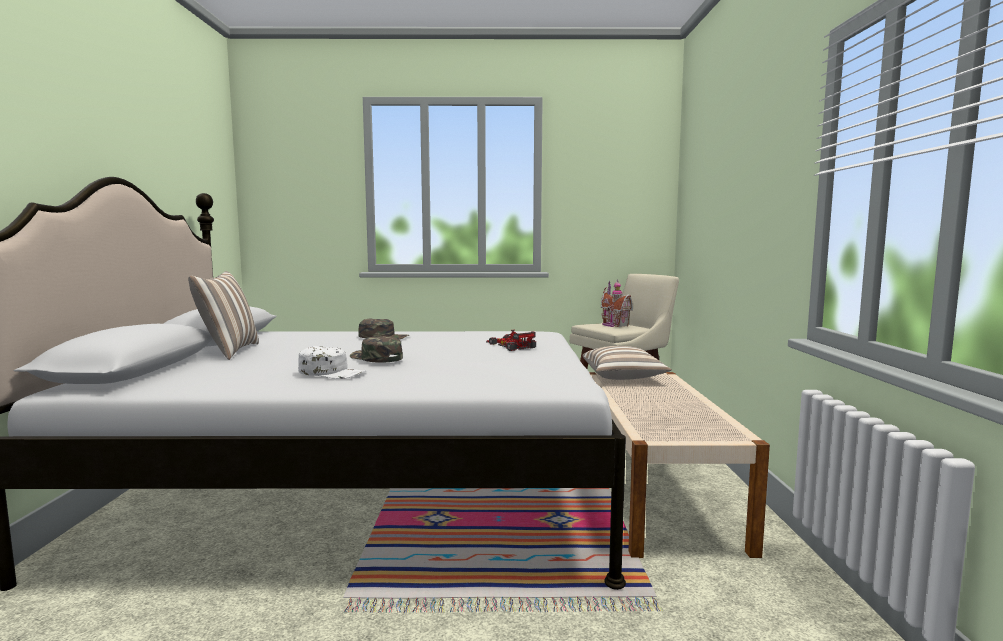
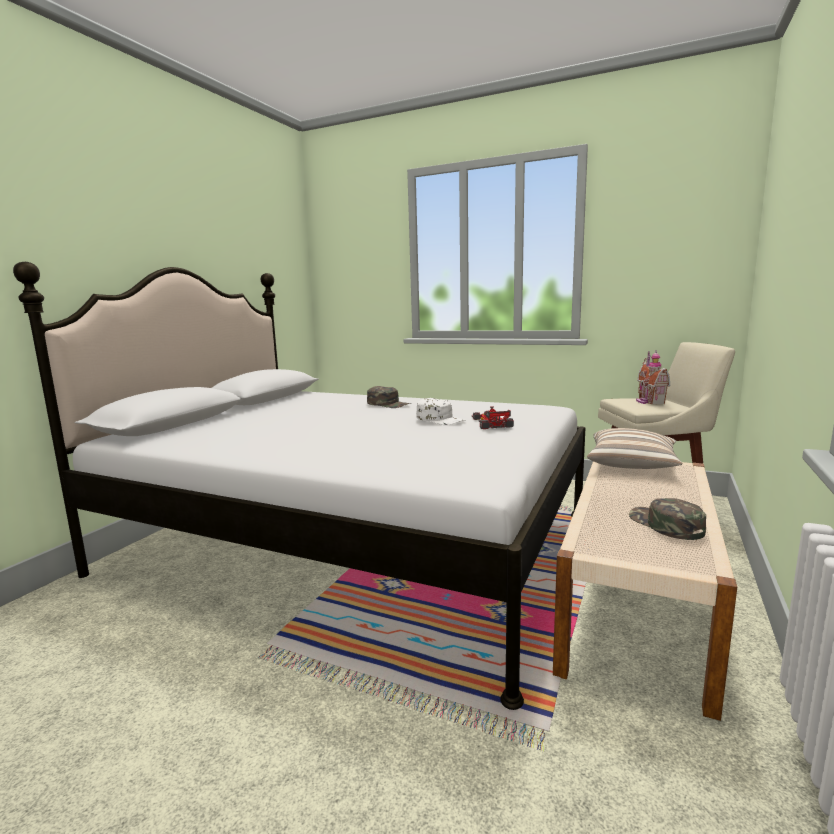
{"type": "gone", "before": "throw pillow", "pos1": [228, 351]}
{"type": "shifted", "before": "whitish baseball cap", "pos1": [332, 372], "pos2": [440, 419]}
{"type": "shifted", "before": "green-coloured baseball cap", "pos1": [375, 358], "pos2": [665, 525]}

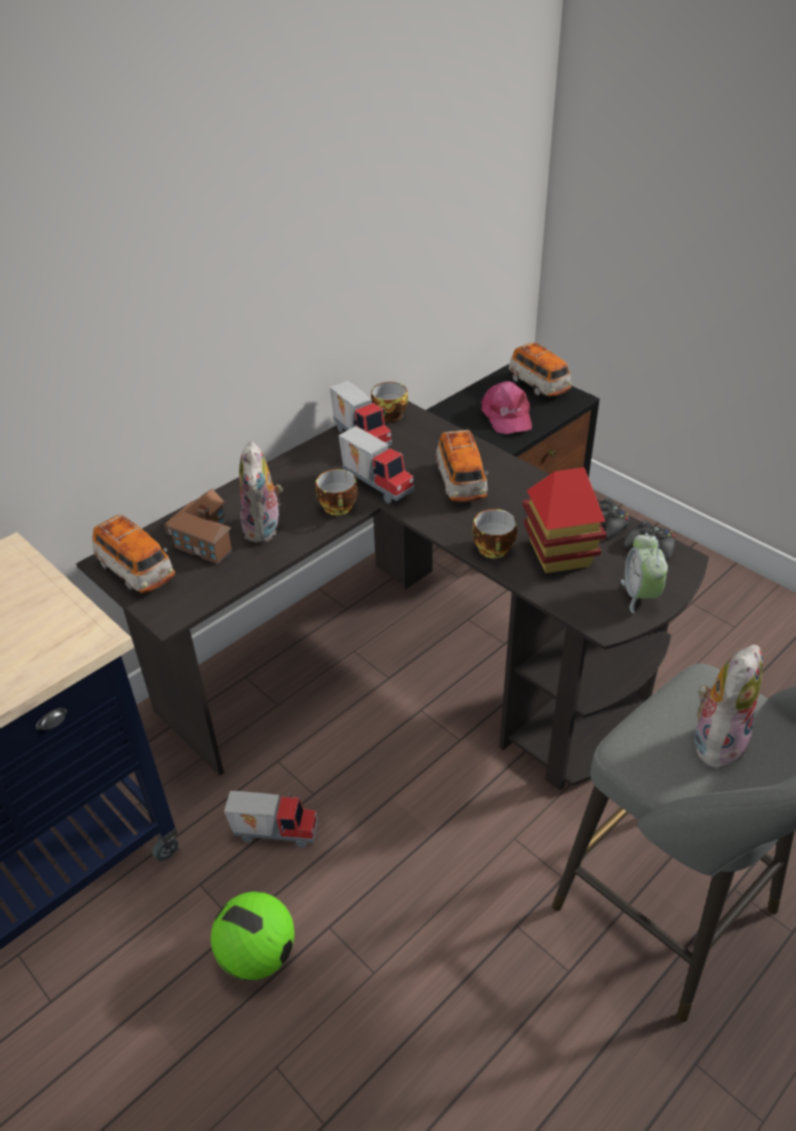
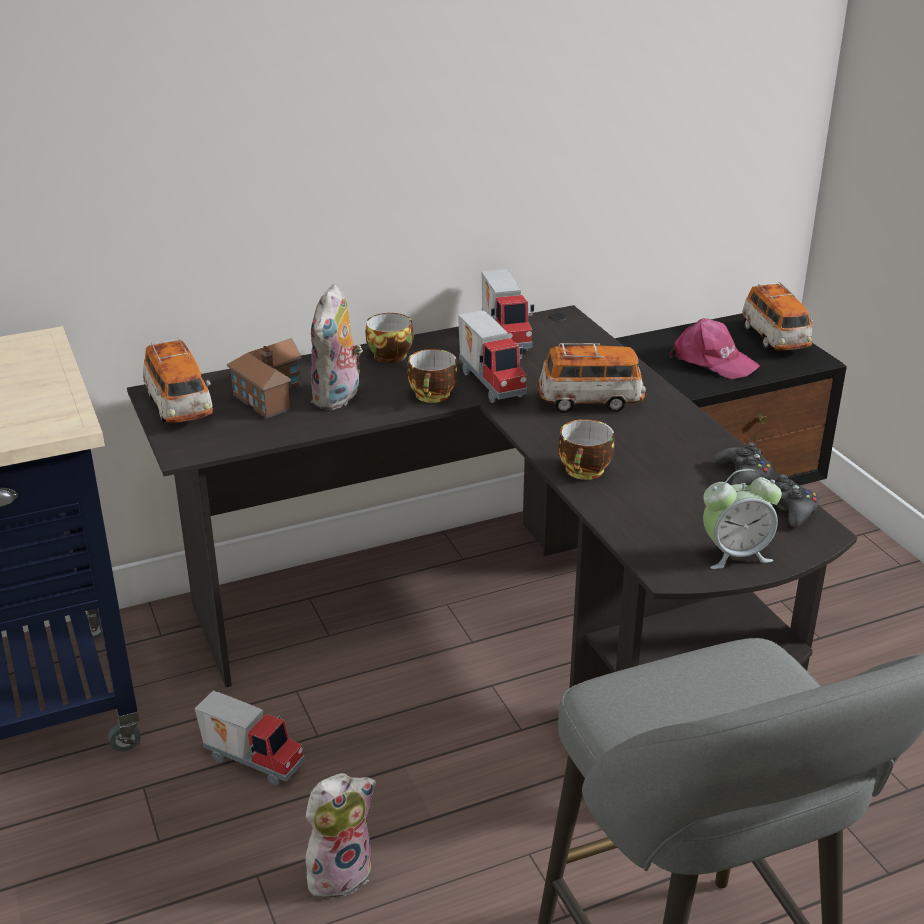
{"type": "gone", "before": "football ball", "pos1": [257, 954]}
{"type": "shifted", "before": "small cup", "pos1": [389, 414], "pos2": [390, 354]}
{"type": "rotated", "before": "model car", "pos1": [461, 483], "pos2": [590, 401], "turn": -105}
{"type": "rotated", "before": "pinkish baseball cap", "pos1": [506, 416], "pos2": [712, 361], "turn": -60}
{"type": "gone", "before": "toy house", "pos1": [559, 553]}
{"type": "rotated", "before": "bedside clock", "pos1": [640, 595], "pos2": [735, 554], "turn": -120}
{"type": "shifted", "before": "soft toy", "pos1": [716, 739], "pos2": [339, 872]}

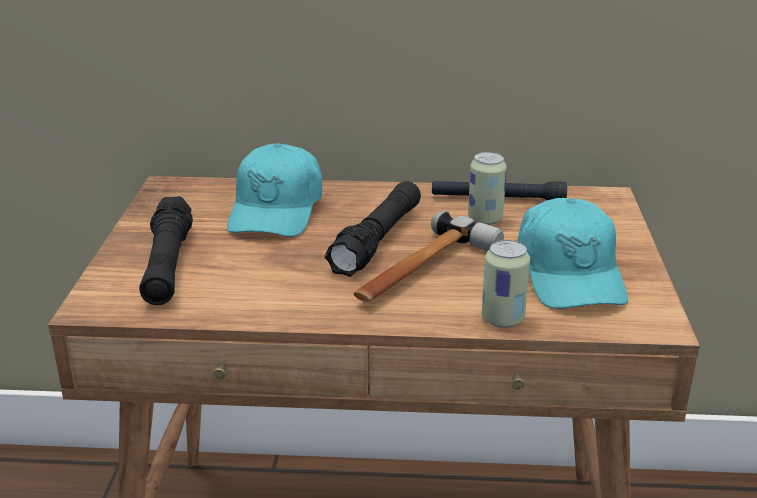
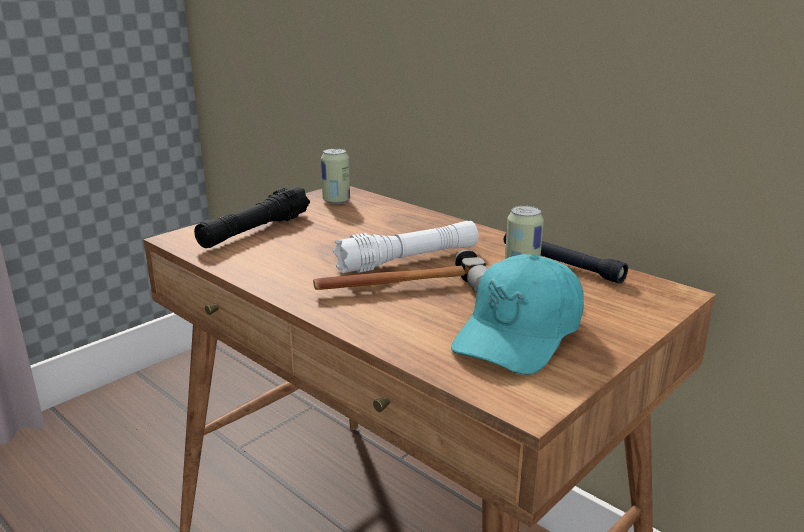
{"type": "gone", "before": "turquoise-coloured baseball cap", "pos1": [277, 210]}
{"type": "repainted", "before": "black-coloured torch", "after": "whitish torch", "pos1": [377, 240], "pos2": [408, 260]}
{"type": "shifted", "before": "metal can", "pos1": [502, 319], "pos2": [336, 201]}

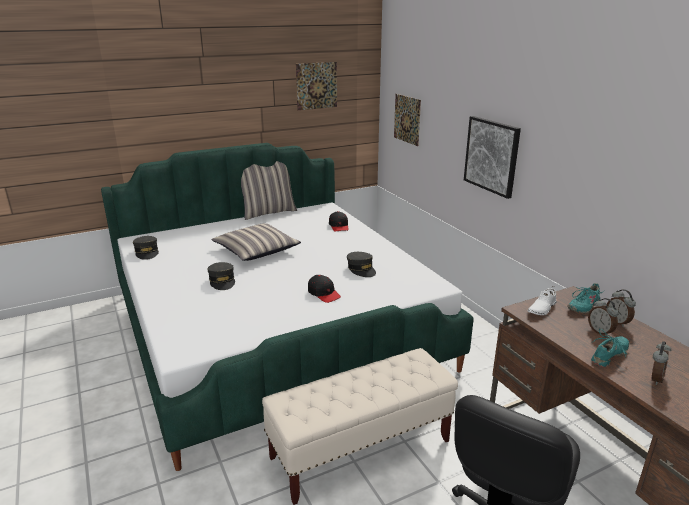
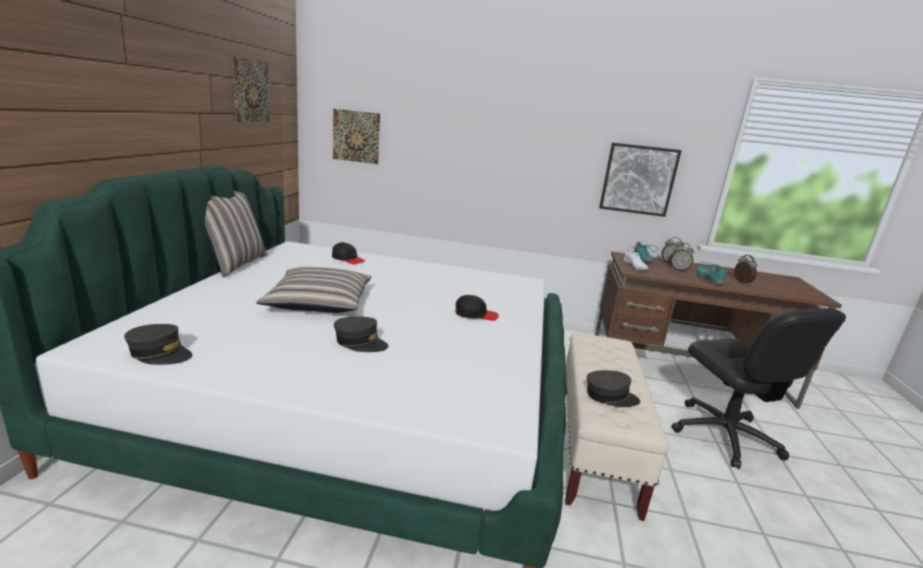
{"type": "shifted", "before": "gray baseball cap", "pos1": [361, 269], "pos2": [610, 396]}
{"type": "shifted", "before": "picture", "pos1": [492, 156], "pos2": [638, 179]}

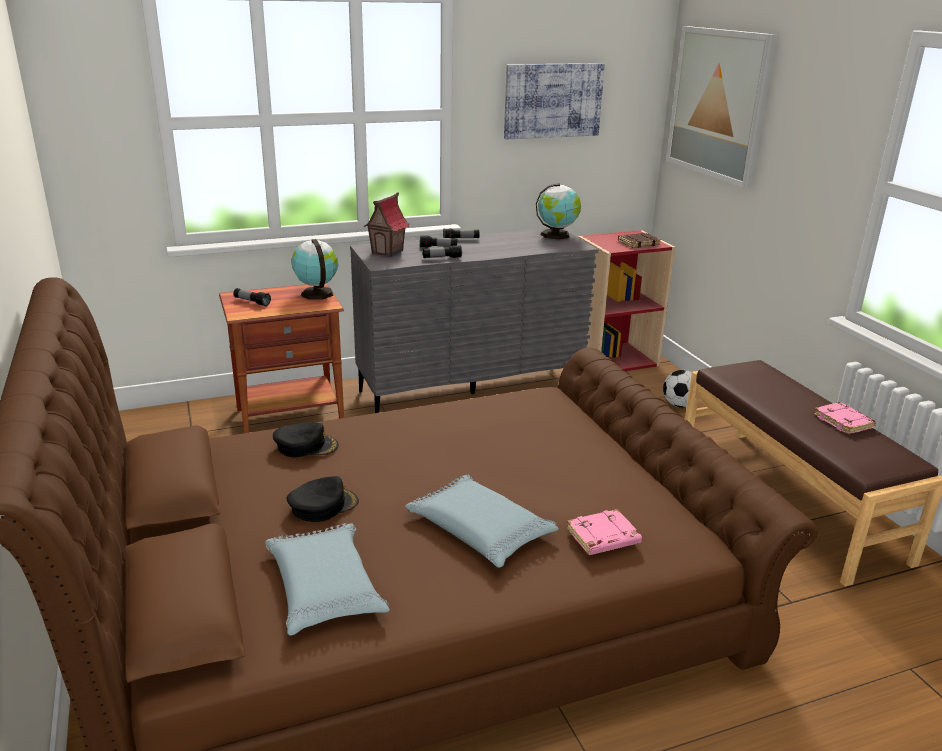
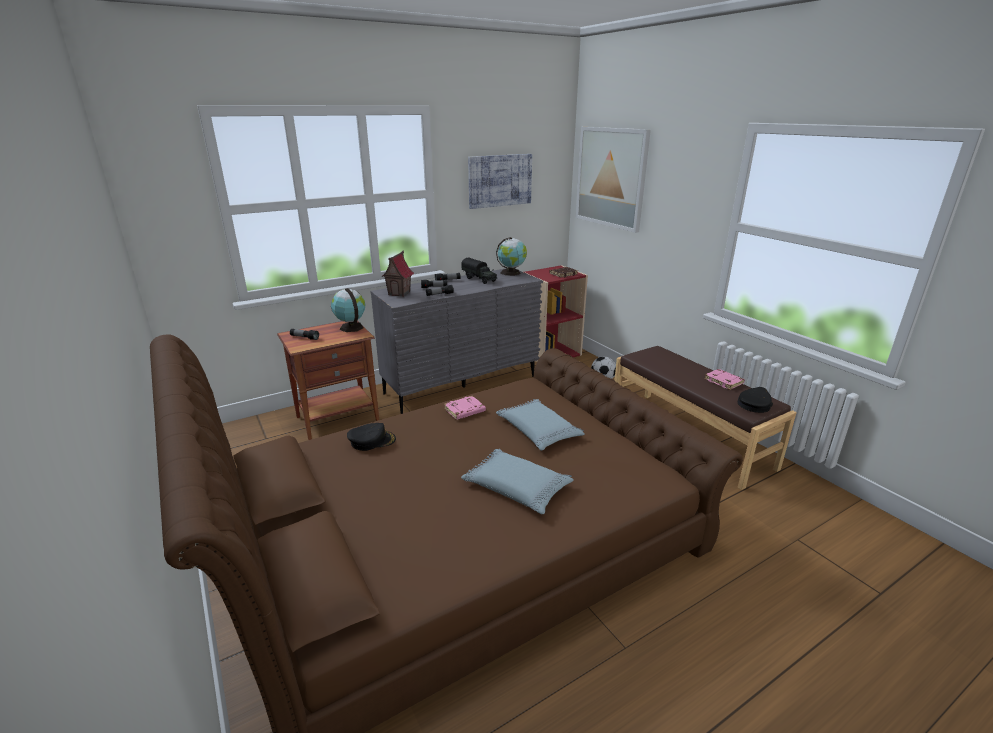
{"type": "shifted", "before": "blue throw pillow", "pos1": [324, 584], "pos2": [538, 428]}
{"type": "shifted", "before": "black-coloured baseball cap", "pos1": [323, 505], "pos2": [754, 404]}
{"type": "shifted", "before": "pinkish book", "pos1": [603, 538], "pos2": [464, 411]}
{"type": "new", "after": "model truck", "pos2": [479, 279]}

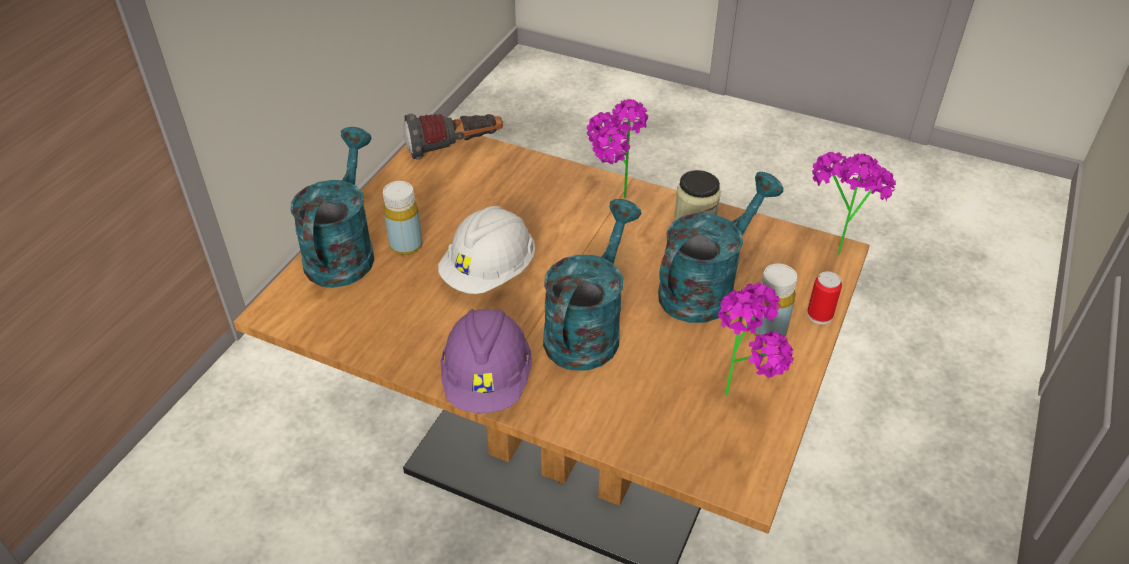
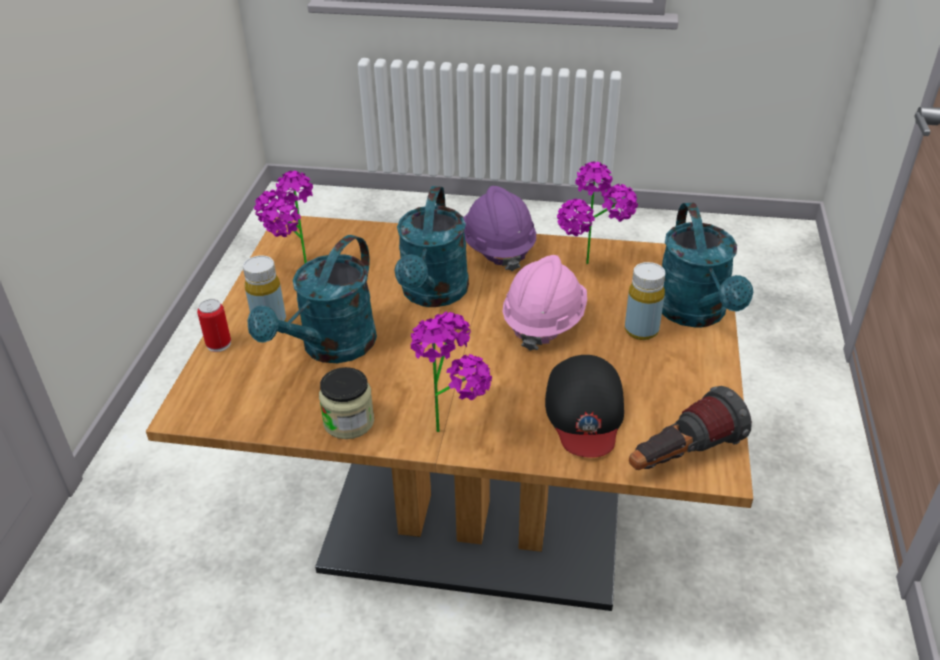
{"type": "repainted", "before": "whitish hard hat", "after": "pinkish hard hat", "pos1": [489, 273], "pos2": [544, 321]}
{"type": "shifted", "before": "plant in a pot", "pos1": [835, 244], "pos2": [592, 271]}
{"type": "new", "after": "black-coloured baseball cap", "pos2": [584, 412]}

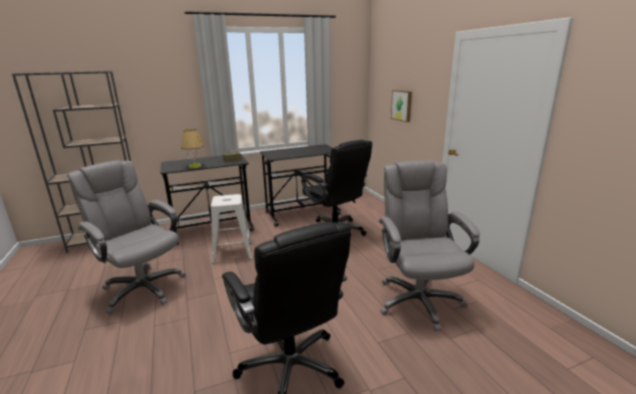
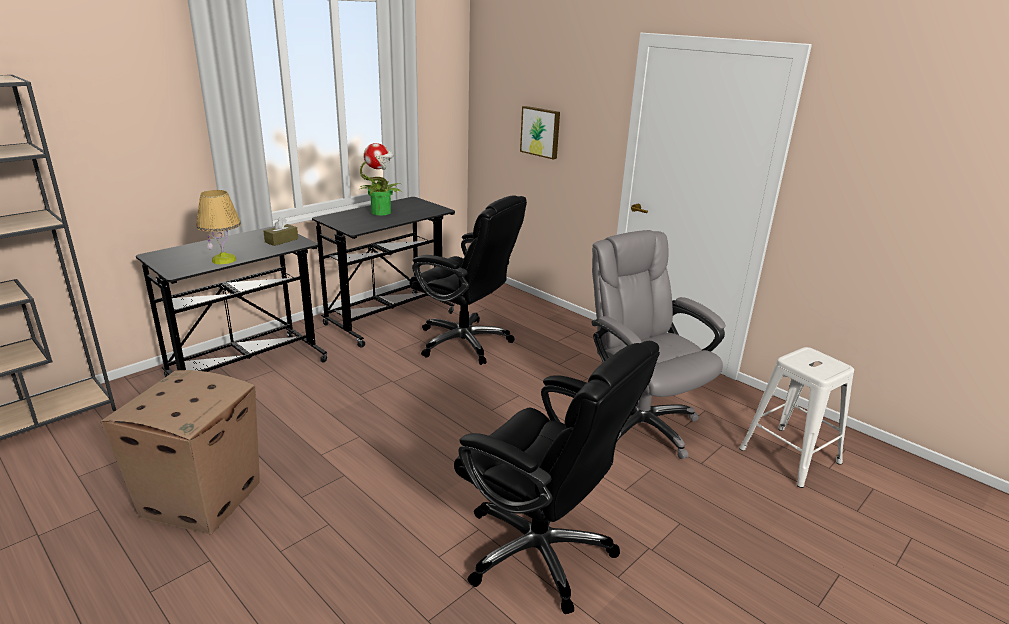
{"type": "swapped", "before": "gray computer chair", "after": "packing box", "pos1": [143, 289], "pos2": [203, 498]}
{"type": "shifted", "before": "whitish stool seat", "pos1": [232, 252], "pos2": [790, 456]}
{"type": "new", "after": "plant in a pot", "pos2": [381, 212]}

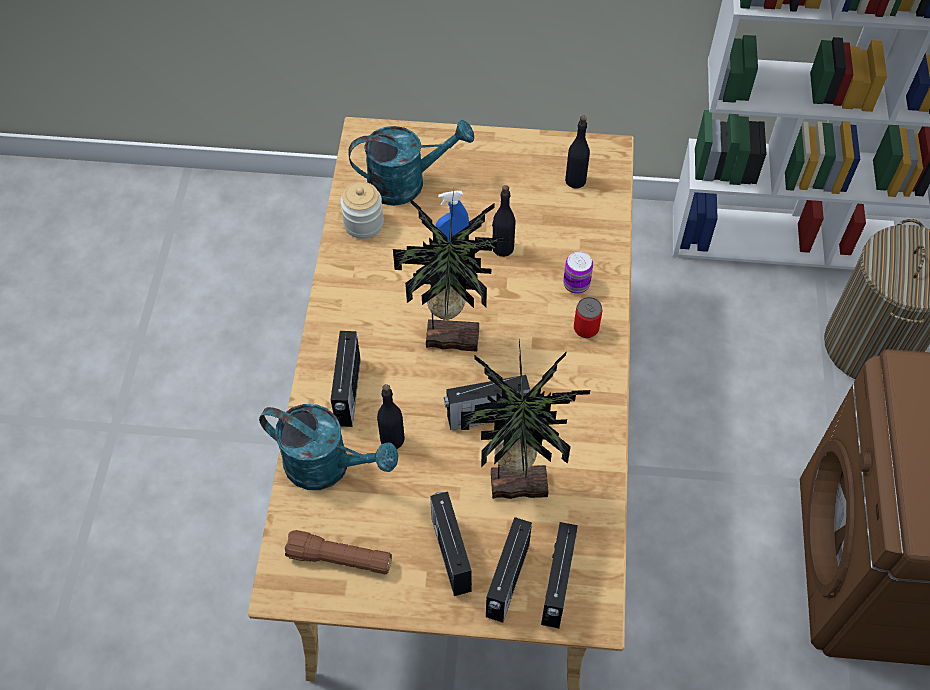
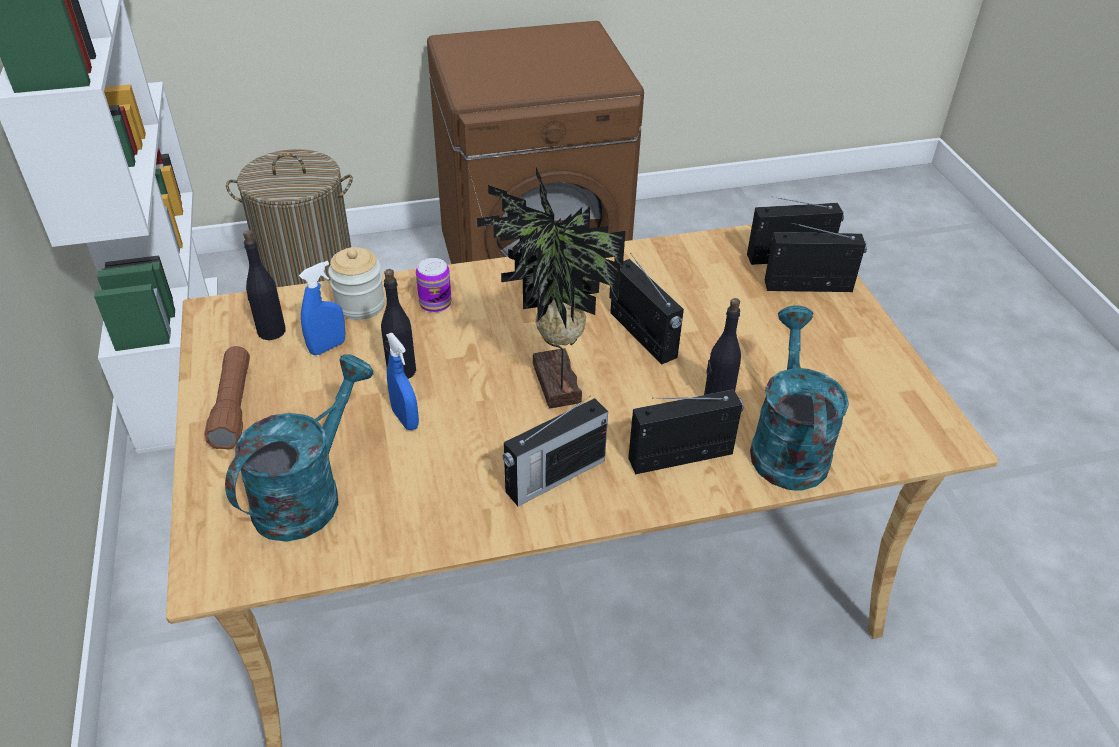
{"type": "shifted", "before": "brown-coloured torch", "pos1": [340, 558], "pos2": [233, 406]}
{"type": "shifted", "before": "jar", "pos1": [363, 223], "pos2": [360, 305]}
{"type": "rotated", "before": "turquoise-coloured watering pot", "pos1": [407, 182], "pos2": [307, 493], "turn": 60}
{"type": "shifted", "before": "radio receiver", "pos1": [451, 553], "pos2": [553, 477]}
{"type": "gone", "before": "plant in a pot", "pos1": [517, 481]}
{"type": "gone", "before": "metal can", "pos1": [586, 328]}
{"type": "new", "after": "blue hand sprayer", "pos2": [327, 347]}

